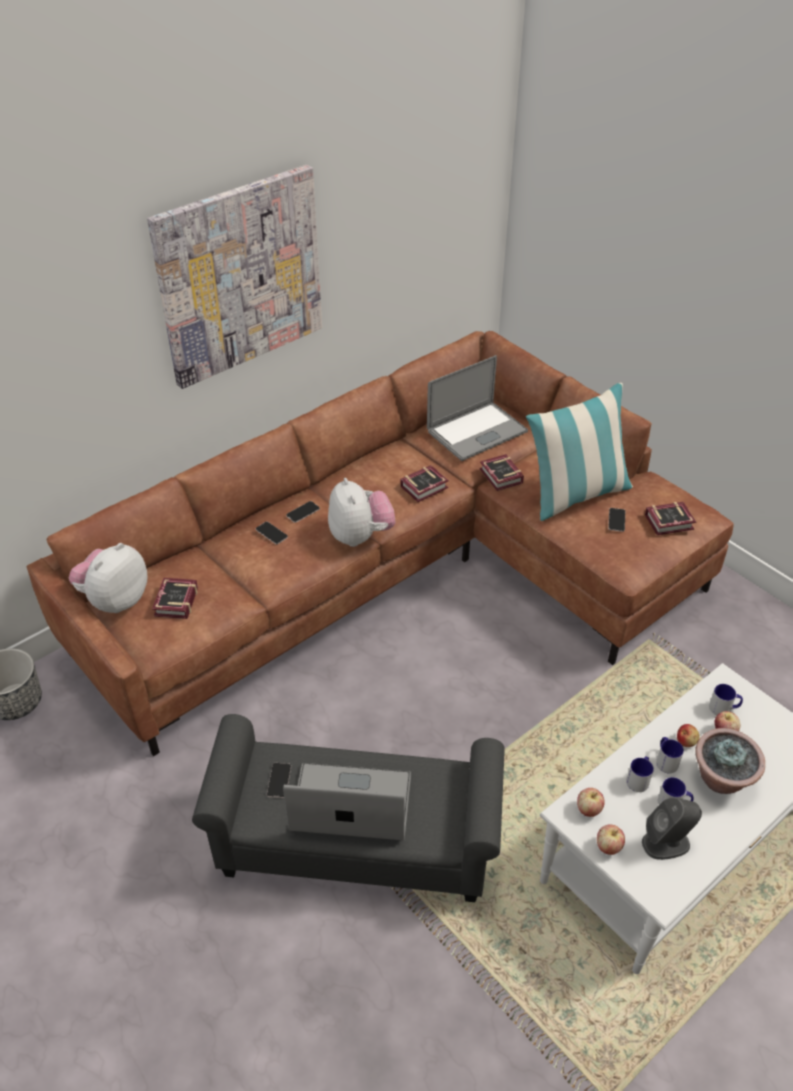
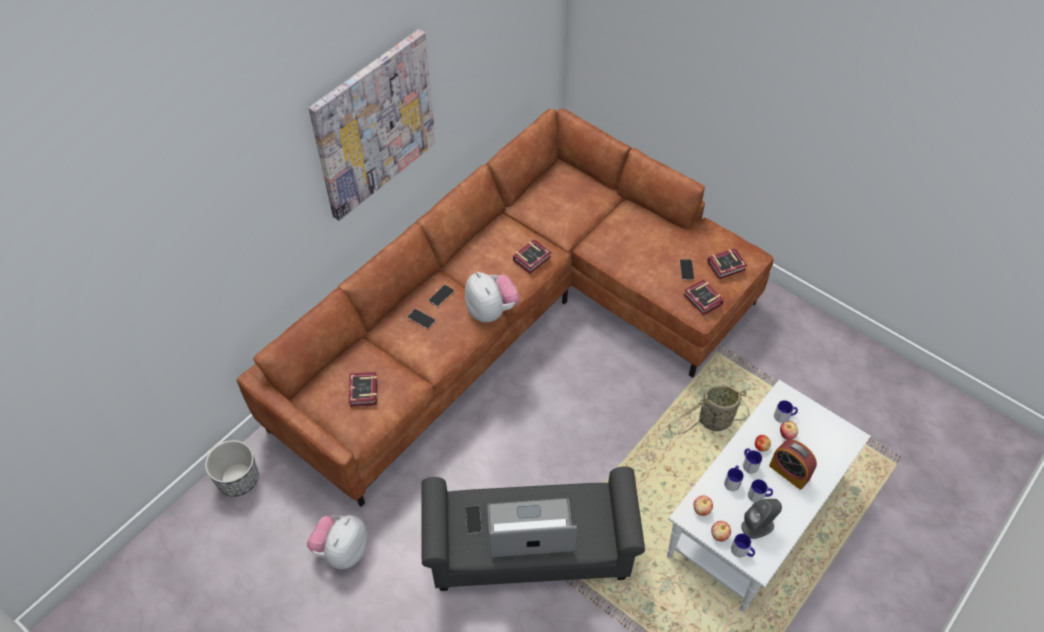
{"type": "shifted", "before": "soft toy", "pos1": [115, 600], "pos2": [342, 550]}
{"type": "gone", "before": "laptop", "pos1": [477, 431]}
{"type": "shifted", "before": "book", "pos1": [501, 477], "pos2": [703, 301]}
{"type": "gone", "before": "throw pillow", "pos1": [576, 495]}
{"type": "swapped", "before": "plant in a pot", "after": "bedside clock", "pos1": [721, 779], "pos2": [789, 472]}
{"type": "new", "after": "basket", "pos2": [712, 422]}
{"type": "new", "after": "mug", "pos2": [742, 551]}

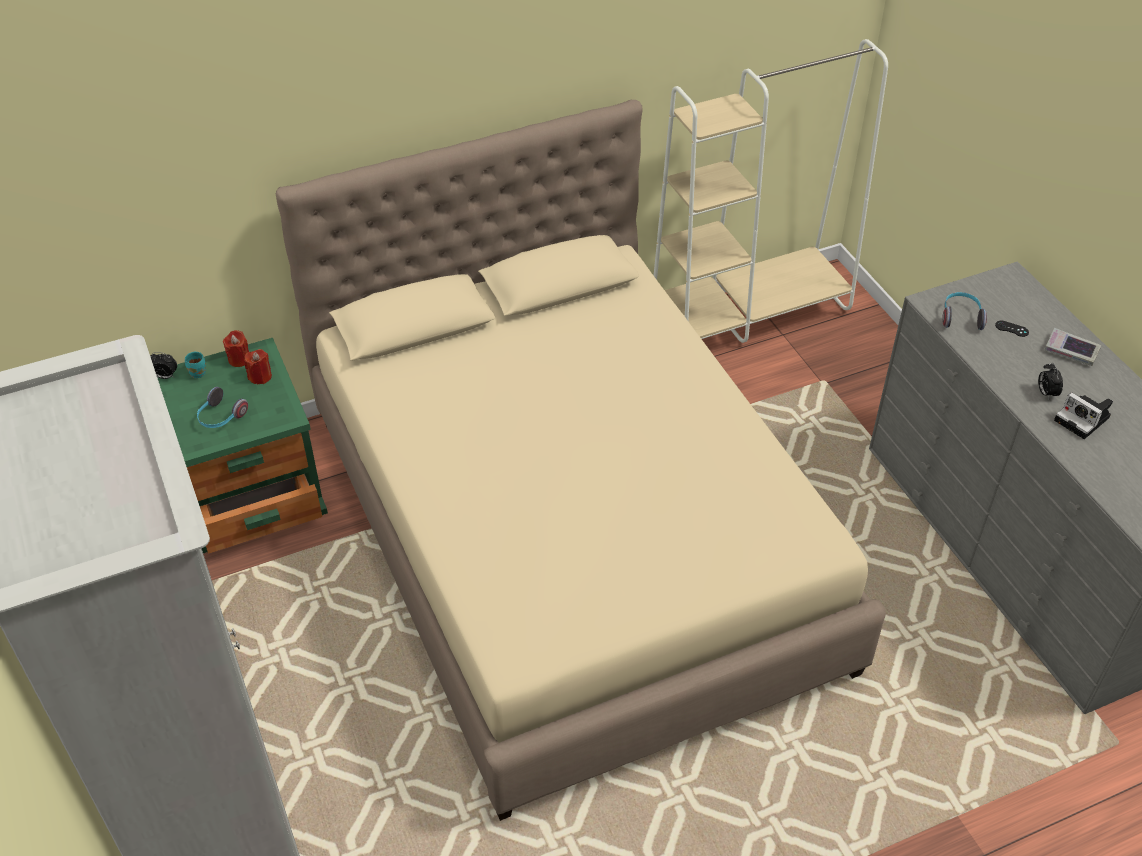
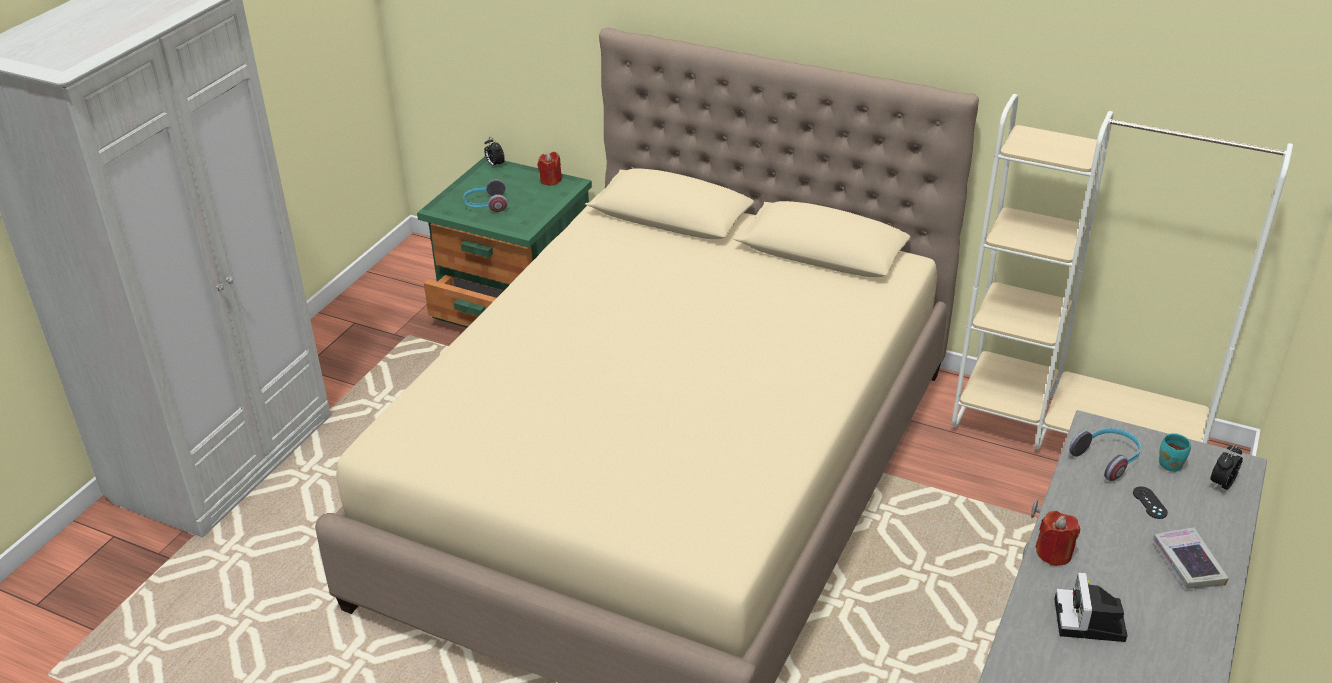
{"type": "shifted", "before": "turquoise-coloured mug", "pos1": [199, 372], "pos2": [1172, 464]}
{"type": "shifted", "before": "red wax light", "pos1": [260, 377], "pos2": [1054, 553]}
{"type": "shifted", "before": "bedside clock", "pos1": [1046, 393], "pos2": [1221, 484]}

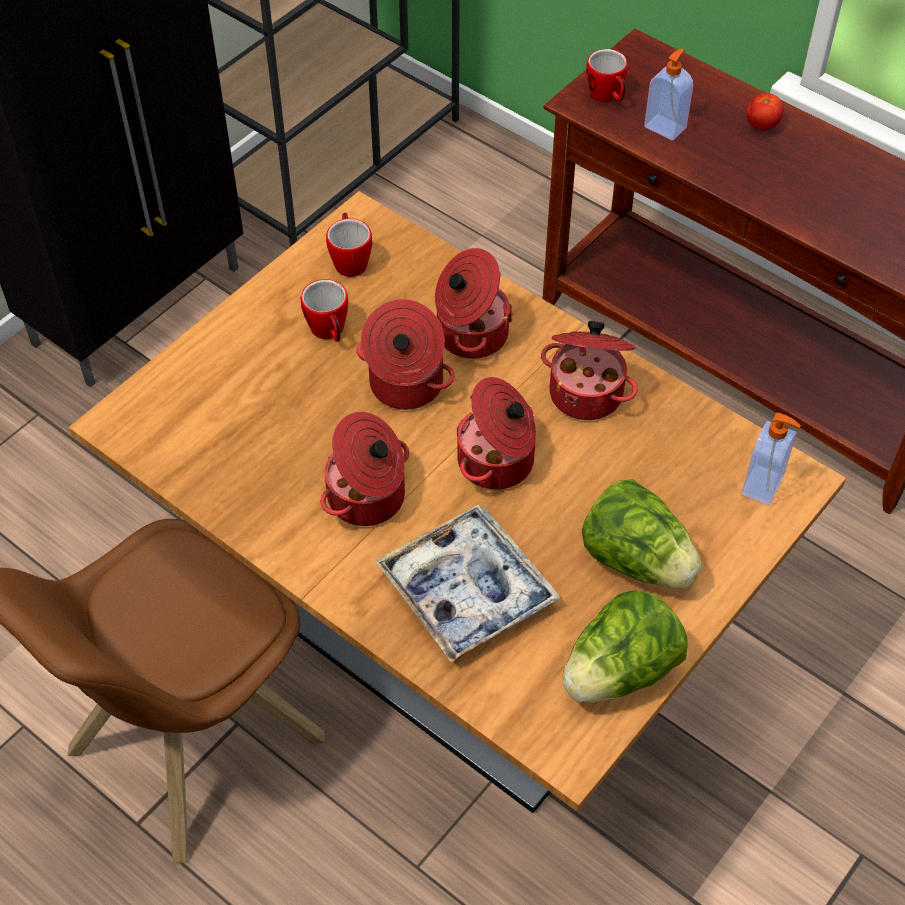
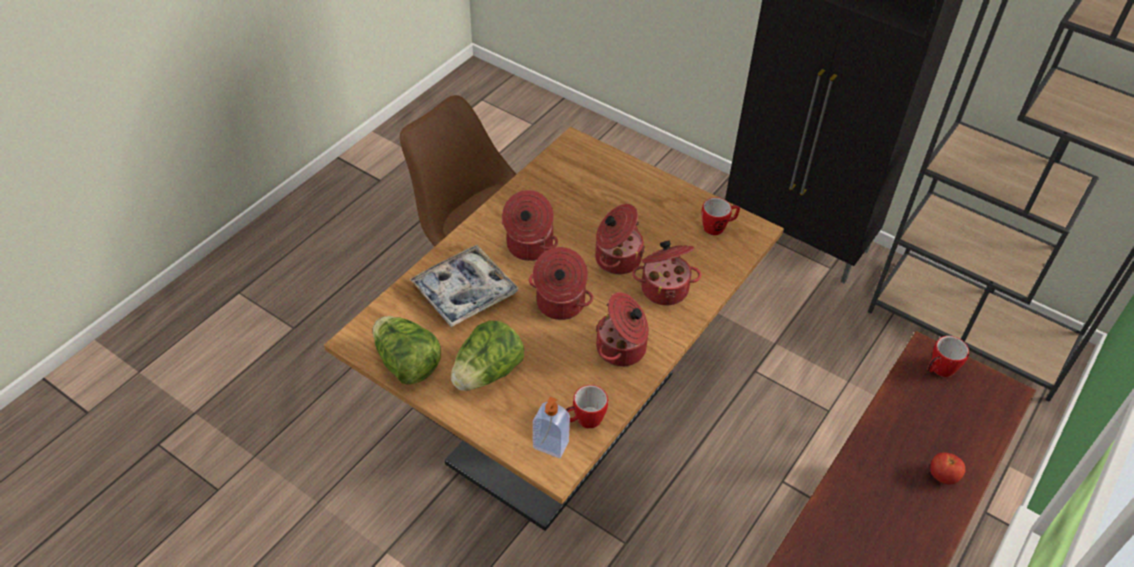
{"type": "shifted", "before": "mug", "pos1": [329, 332], "pos2": [584, 420]}
{"type": "gone", "before": "liquid soap bottle", "pos1": [665, 127]}

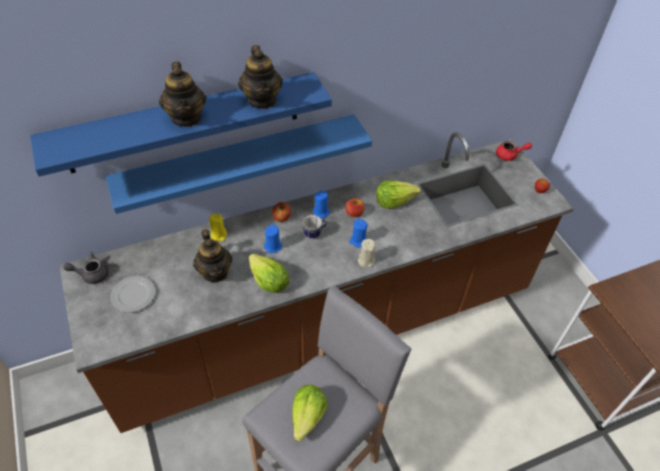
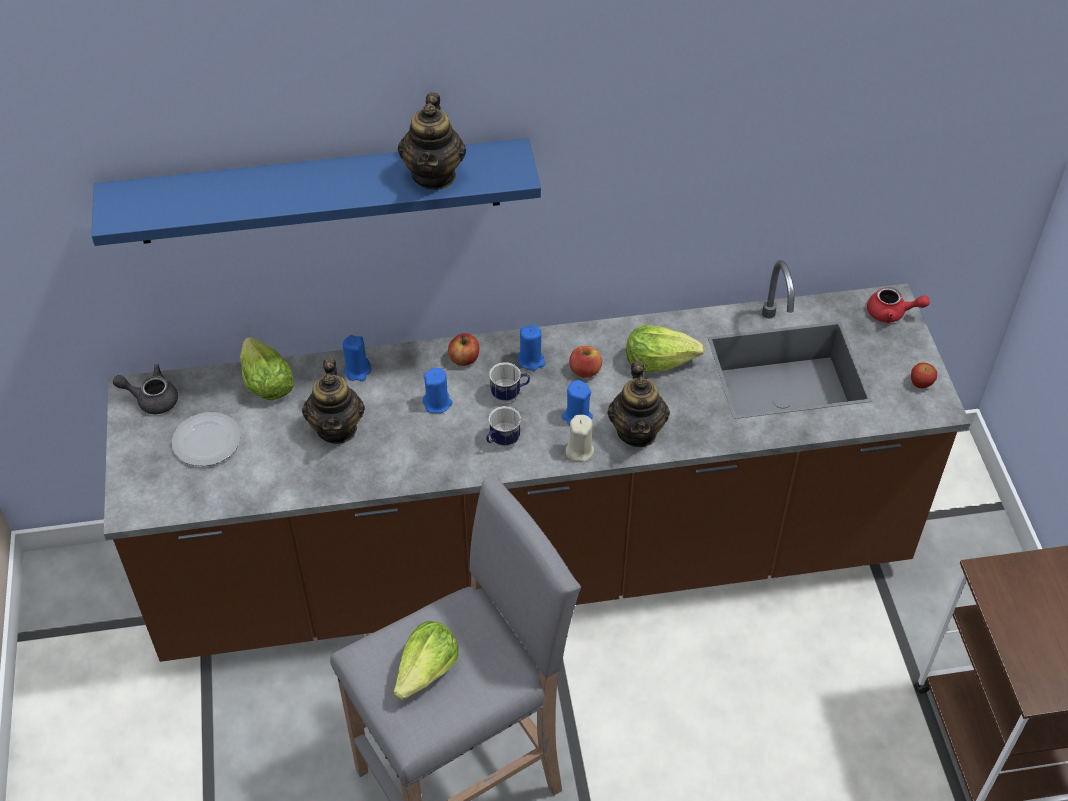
{"type": "gone", "before": "blue bracket shelf", "pos1": [238, 161]}
{"type": "shifted", "before": "pot for tea", "pos1": [186, 118], "pos2": [637, 431]}
{"type": "repainted", "before": "yellowish wax light", "after": "blue wax light", "pos1": [219, 235], "pos2": [357, 371]}
{"type": "shifted", "before": "lettuce", "pos1": [268, 281], "pos2": [266, 383]}
{"type": "new", "after": "mug", "pos2": [501, 442]}

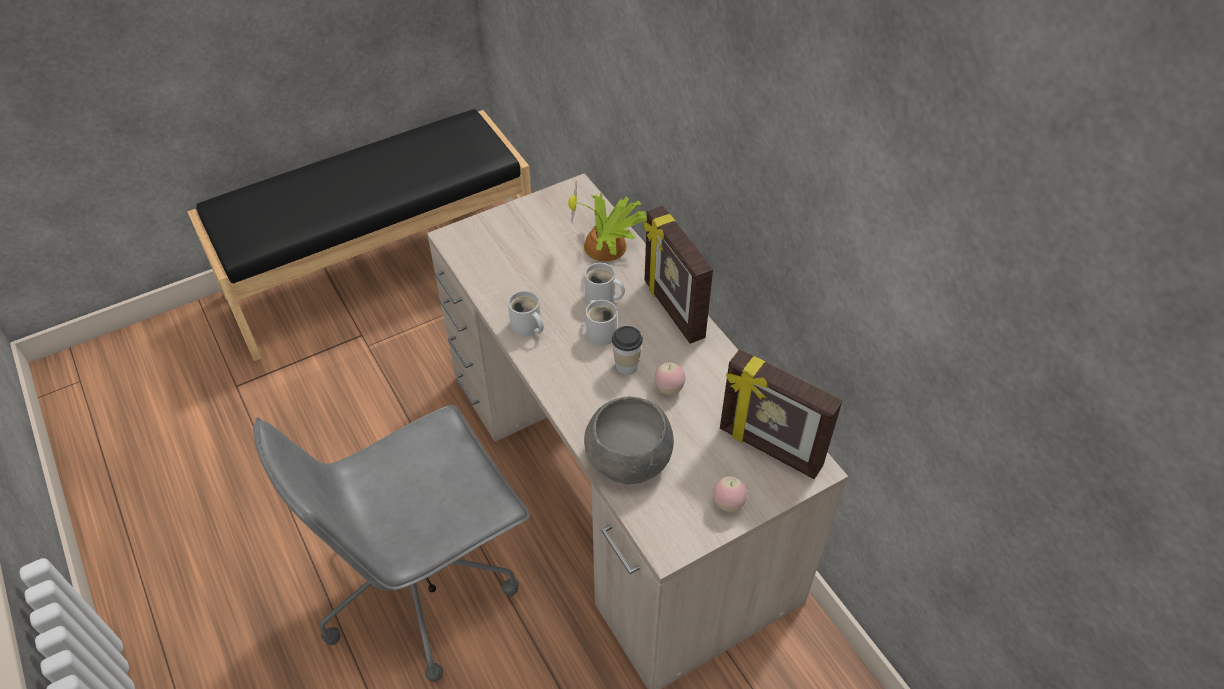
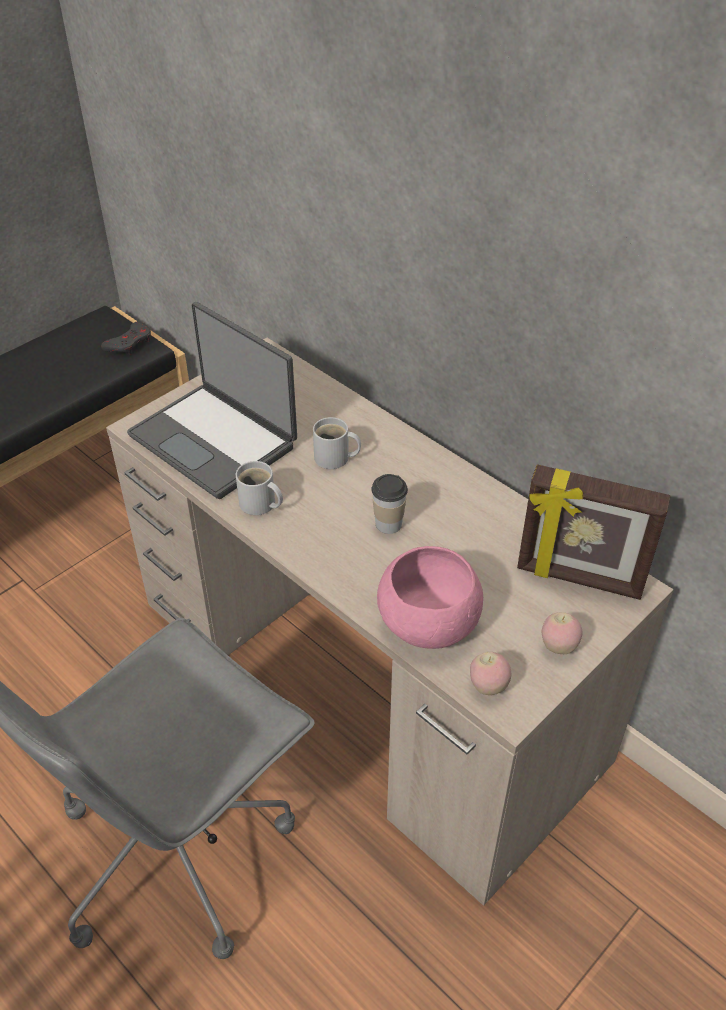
{"type": "gone", "before": "plant in a pot", "pos1": [607, 247]}
{"type": "repainted", "before": "gray deep dish", "after": "pinkish deep dish", "pos1": [629, 458], "pos2": [428, 622]}
{"type": "gone", "before": "whitish mug", "pos1": [601, 331]}
{"type": "gone", "before": "standing frame", "pos1": [672, 310]}
{"type": "shifted", "before": "apple fruit", "pos1": [669, 389], "pos2": [488, 686]}
{"type": "new", "after": "gray game controller", "pos2": [129, 343]}
{"type": "new", "after": "laptop", "pos2": [215, 440]}

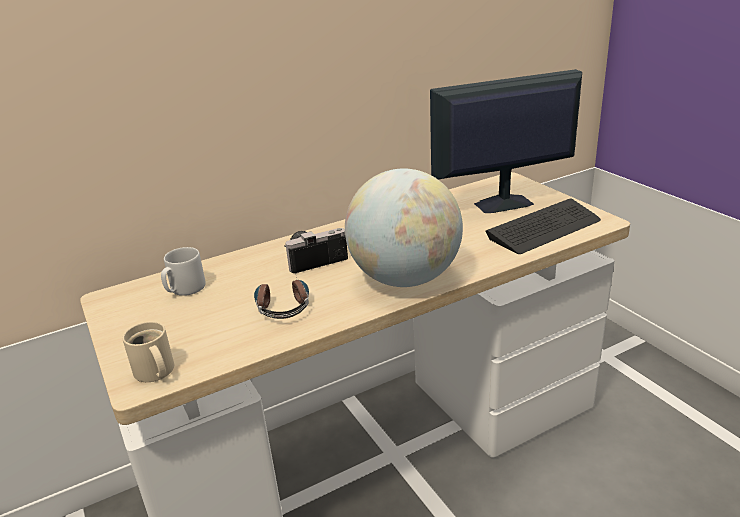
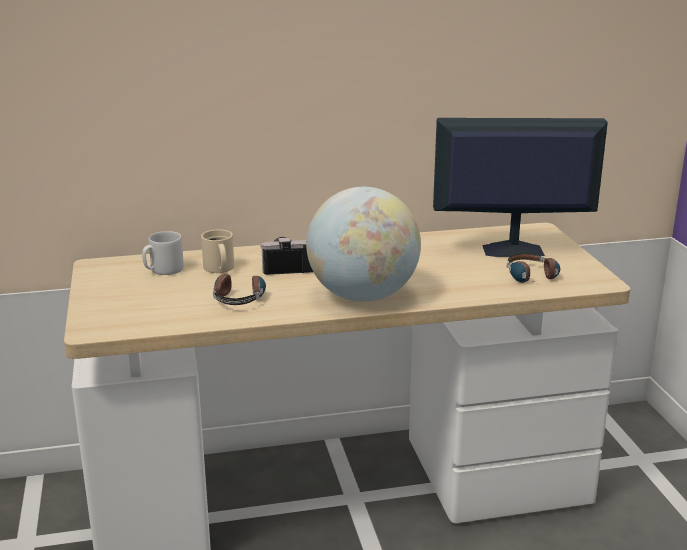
{"type": "shifted", "before": "beige mug", "pos1": [154, 372], "pos2": [218, 268]}
{"type": "swapped", "before": "PC keyboard", "after": "pair of headphones", "pos1": [544, 228], "pos2": [534, 278]}

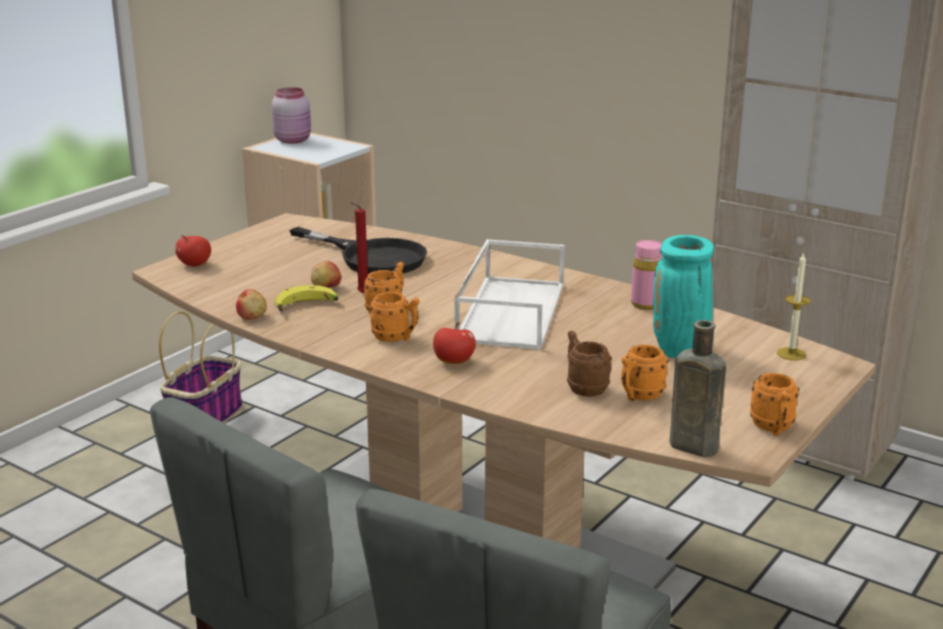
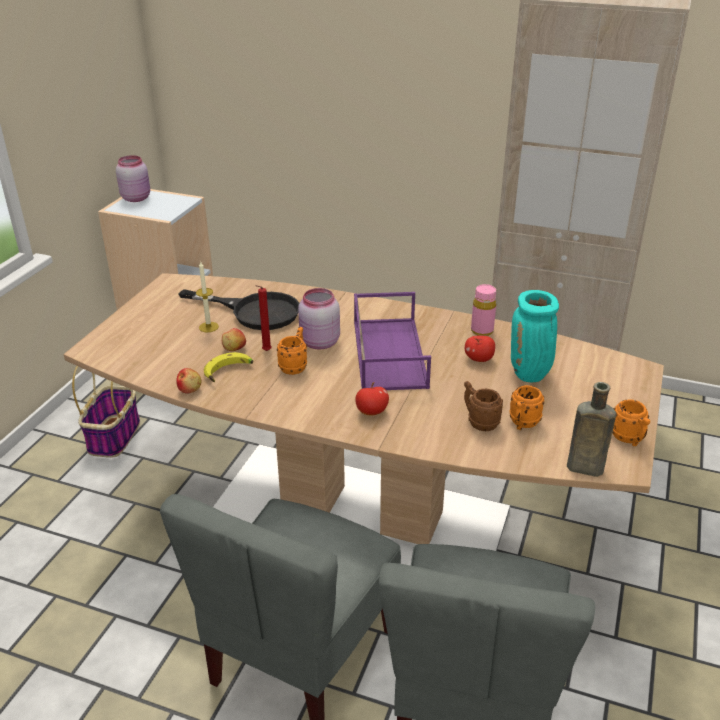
{"type": "shifted", "before": "apple fruit", "pos1": [195, 265], "pos2": [479, 359]}
{"type": "gone", "before": "orangey mug", "pos1": [396, 338]}
{"type": "repainted", "before": "whitish tray", "after": "purple tray", "pos1": [510, 311], "pos2": [387, 353]}
{"type": "shifted", "before": "wax light", "pos1": [791, 354], "pos2": [208, 327]}
{"type": "new", "after": "pinkish jar", "pos2": [319, 343]}

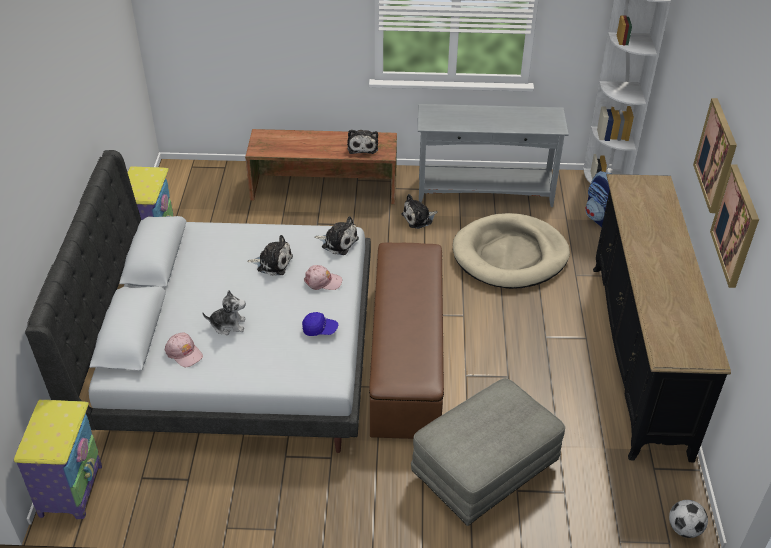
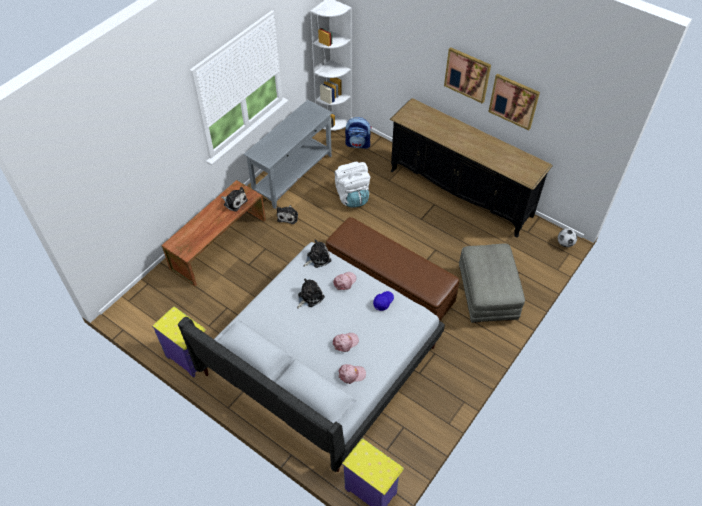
{"type": "swapped", "before": "soft toy", "after": "pinkish baseball cap", "pos1": [228, 325], "pos2": [345, 342]}
{"type": "swapped", "before": "beige pet bed", "after": "whitish knapsack", "pos1": [510, 255], "pos2": [352, 196]}

